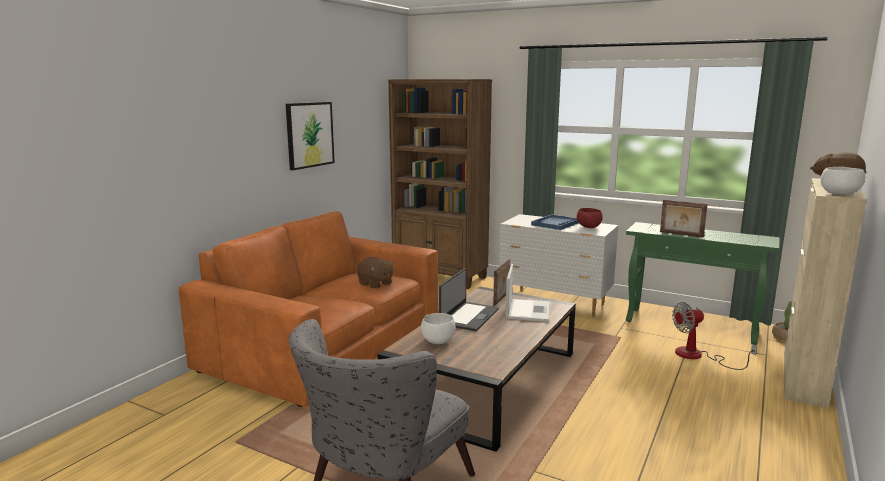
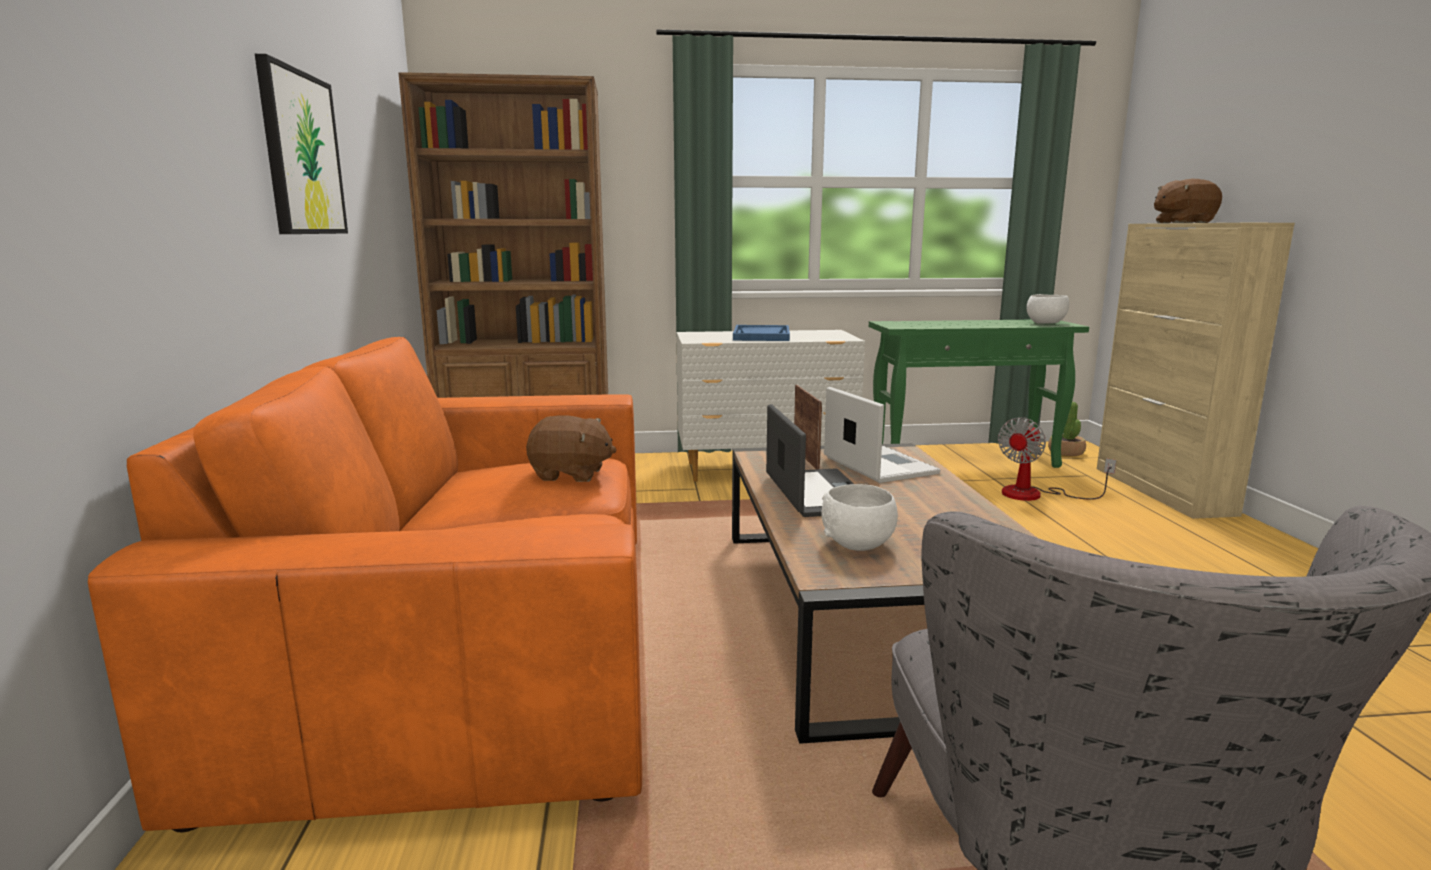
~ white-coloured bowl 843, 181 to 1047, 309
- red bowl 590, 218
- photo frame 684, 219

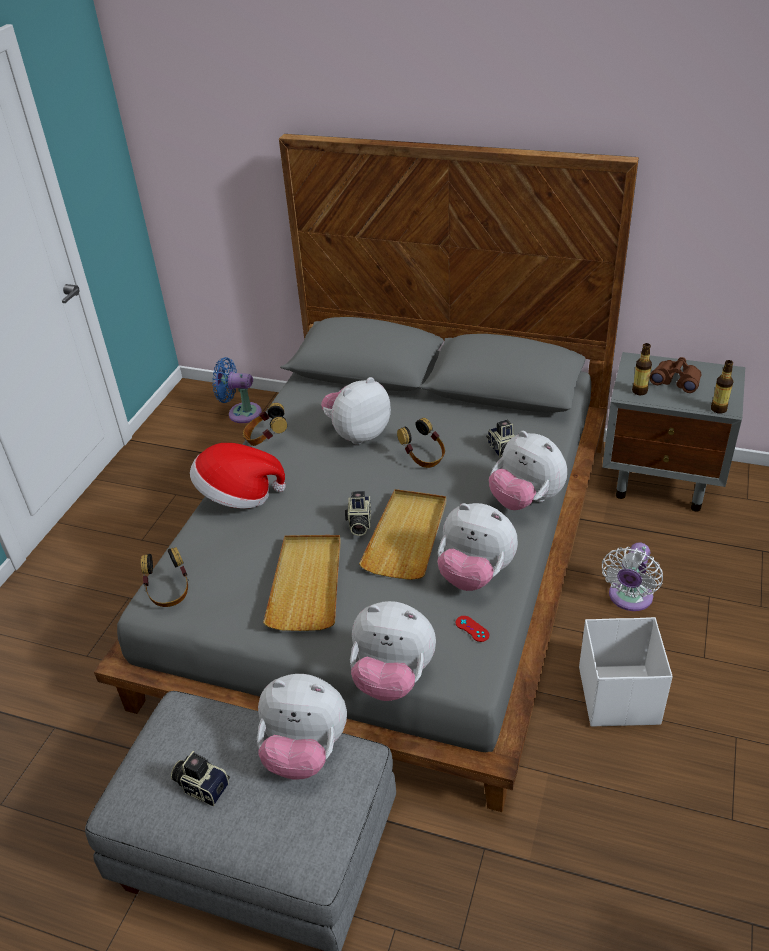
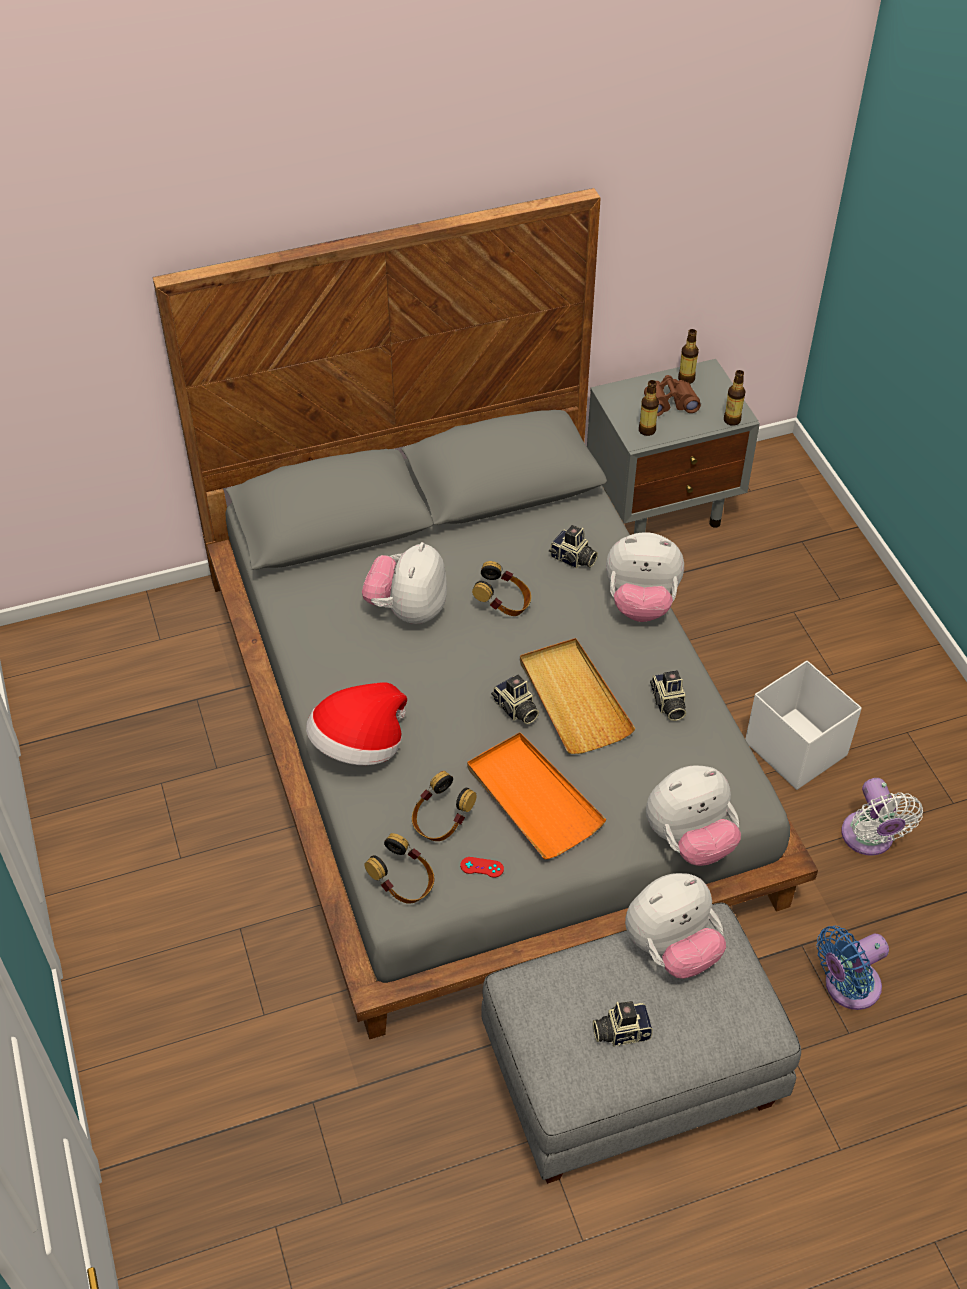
~ pair of headphones 265, 424 to 444, 806
~ red gamepad 472, 629 to 482, 867
~ beige-coloured serving tray 302, 583 to orange-coloured serving tray 536, 795
~ cuddly toy 477, 547 to photo camera 668, 695
+ bottle 688, 356
~ blue-coloured cooling fan 237, 390 to 853, 968
~ white-coloured cooling fan 632, 576 to 882, 817

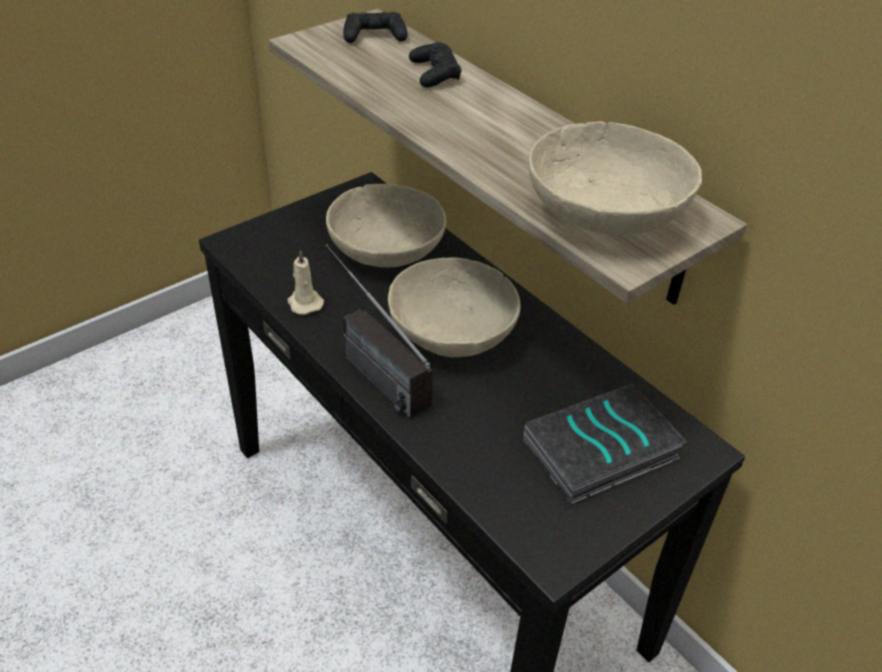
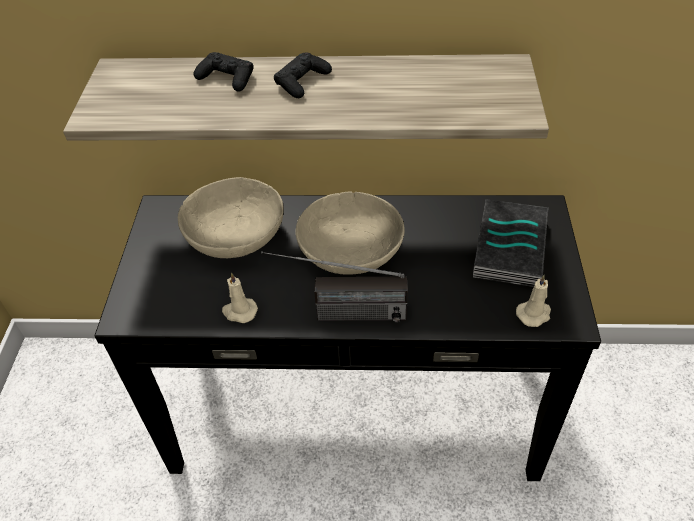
~ blackish gamepad 375, 27 to 303, 75
+ beige-coloured wax light 533, 301
- beige-coloured bowl 615, 178

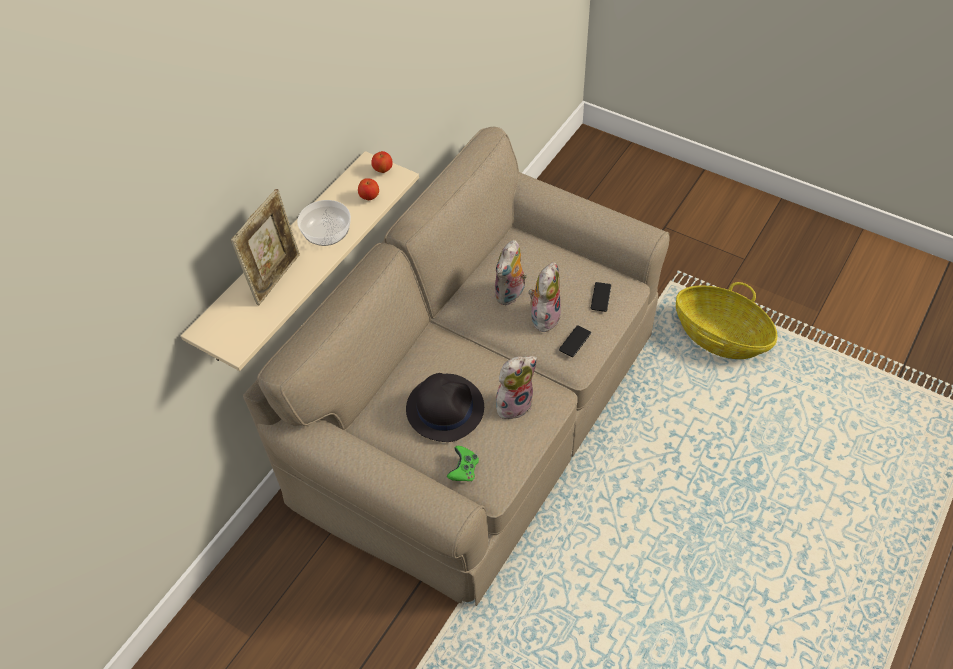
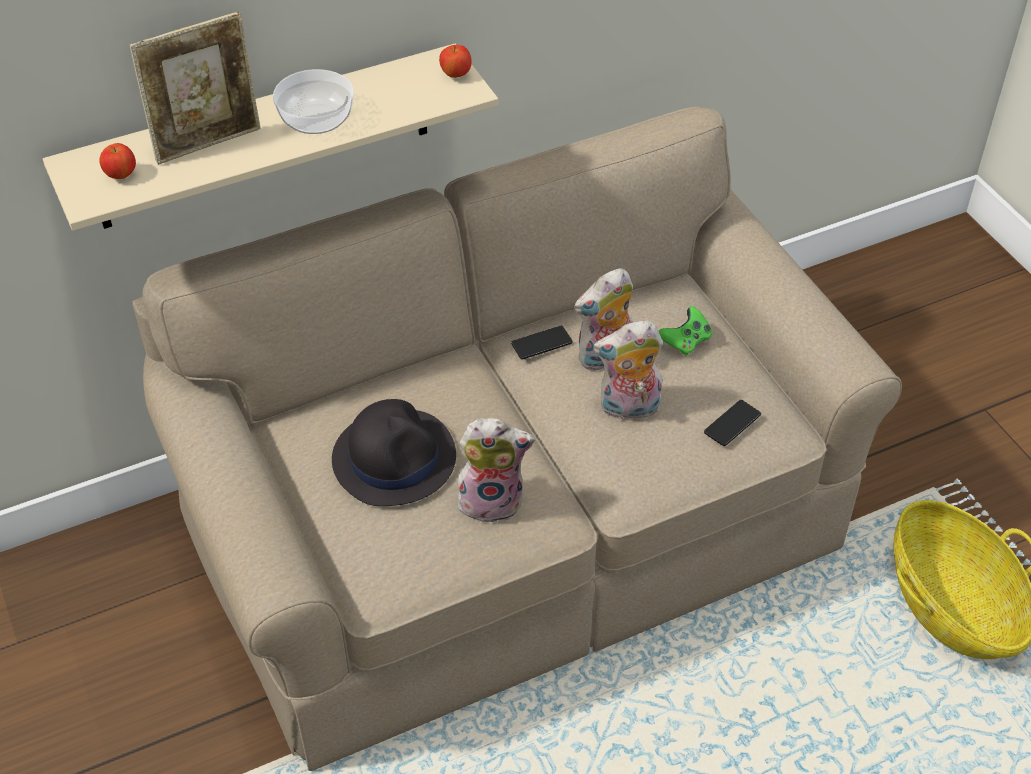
~ whole apple 368, 189 to 117, 161
~ phone 575, 341 to 542, 342
~ cuddly toy 544, 297 = 628, 370 150 degrees counterclockwise
~ greenish gamepad 463, 463 to 685, 331

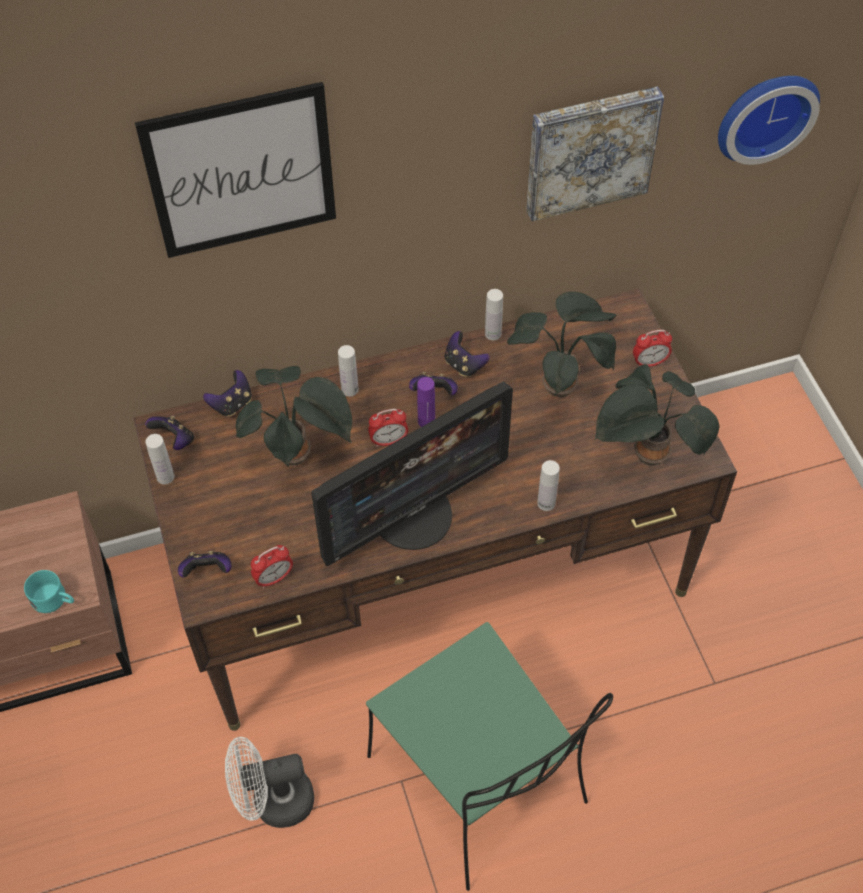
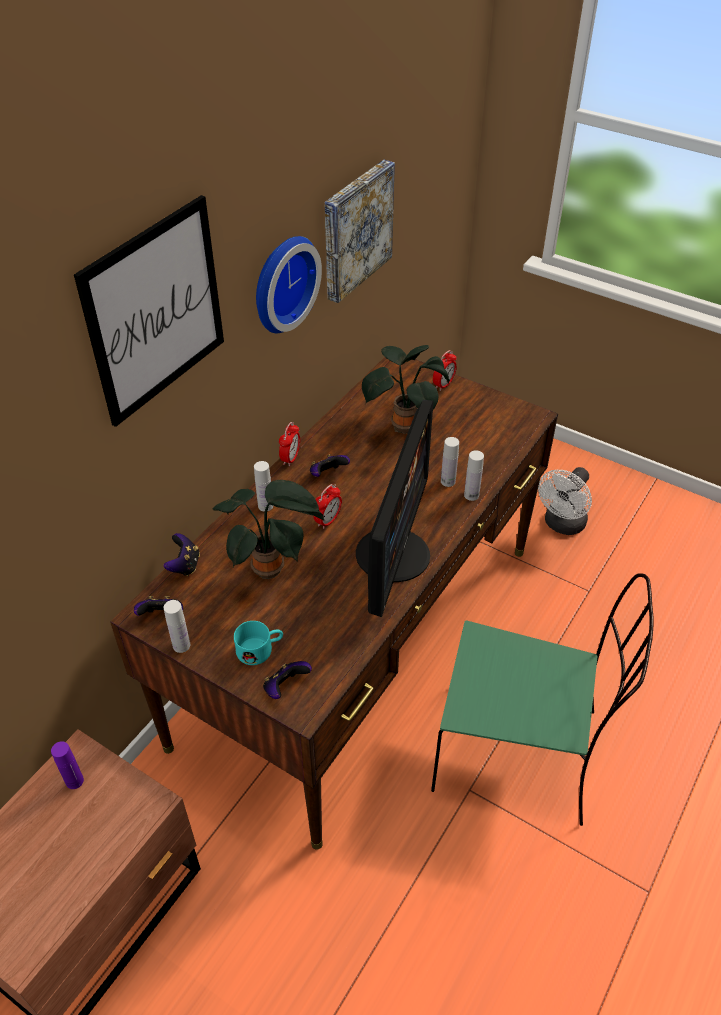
~ purple bottle 426, 402 to 67, 765
~ turquoise coffee mug 49, 591 to 258, 643
~ hanging clock 769, 120 to 289, 284
~ bedside clock 272, 566 to 289, 444
~ white-coloured bottle 494, 314 to 450, 462
~ white-coloured cooling fan 269, 782 to 565, 501
- gamepad 467, 354
- houseplant 657, 415

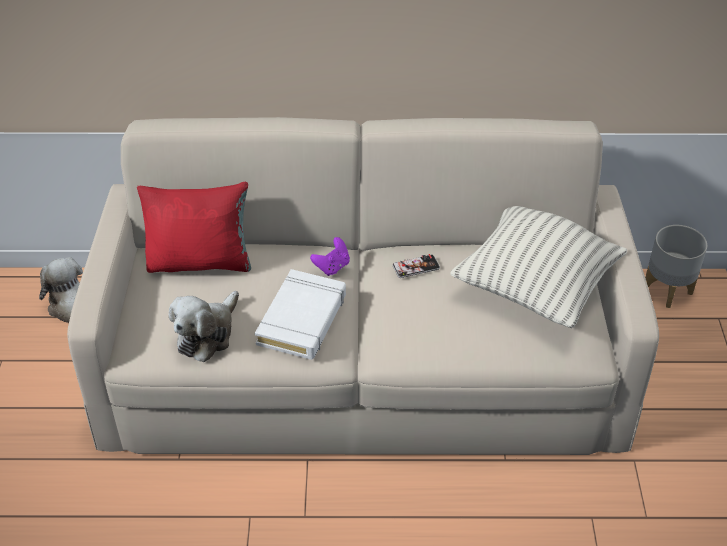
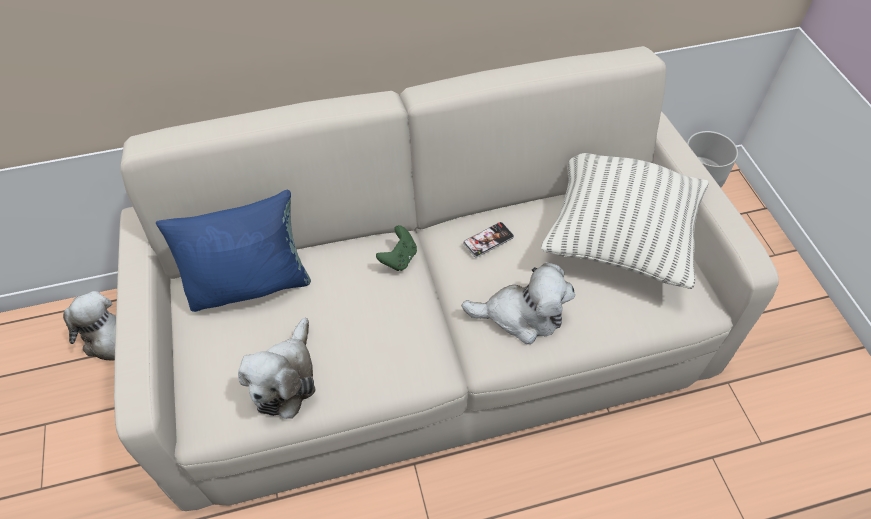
~ red pillow 194, 227 to blue-coloured pillow 233, 251
~ purple gamepad 330, 256 to greenish gamepad 396, 248
+ cuddly toy 518, 303
- white-coloured volume 300, 314

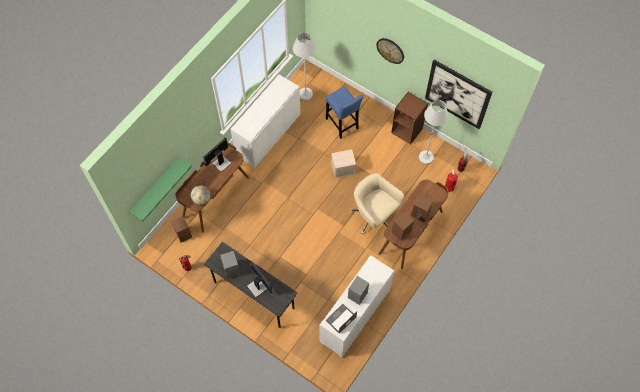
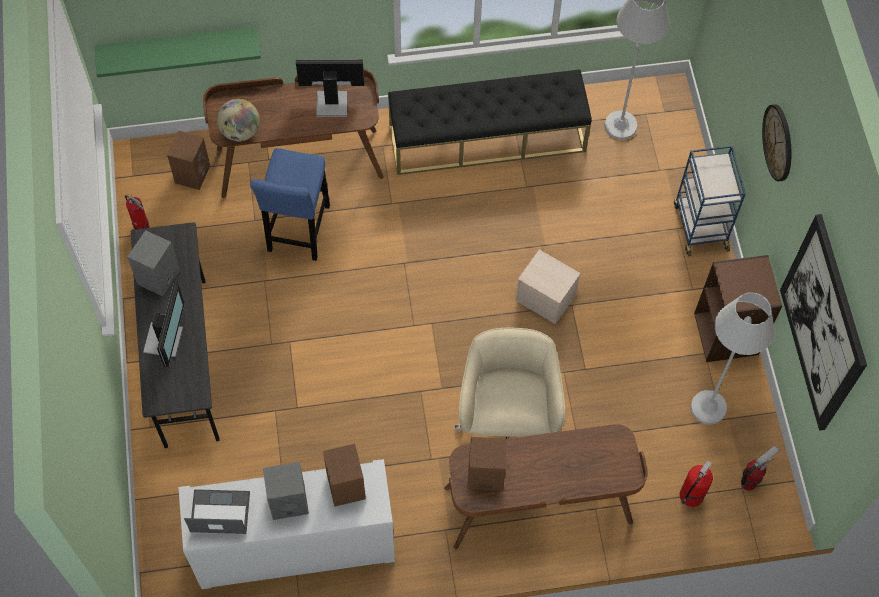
~ blue-coloured stool seat 344, 113 to 290, 204
~ brownish audio speaker 422, 208 to 344, 475
~ white-coloured storage cabinet 265, 120 to blackish long seat 490, 122
+ blue-coloured wheeled cart 710, 201

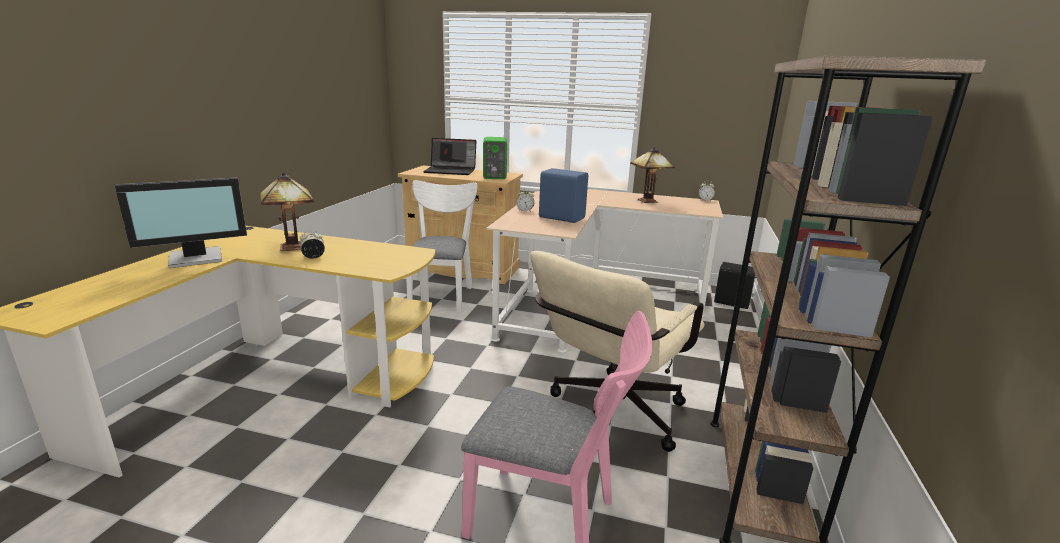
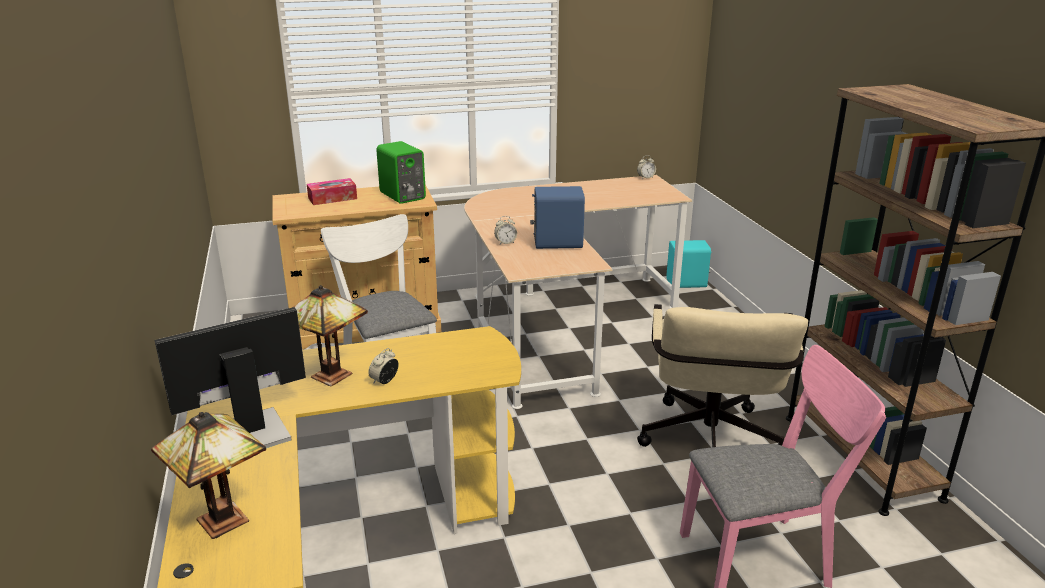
~ tabletop lamp 653, 175 to 208, 475
~ monitor 181, 222 = 230, 377 150 degrees counterclockwise
~ laptop 449, 156 to box of tissues 332, 191
~ blackish audio speaker 735, 285 to turquoise audio speaker 689, 264

